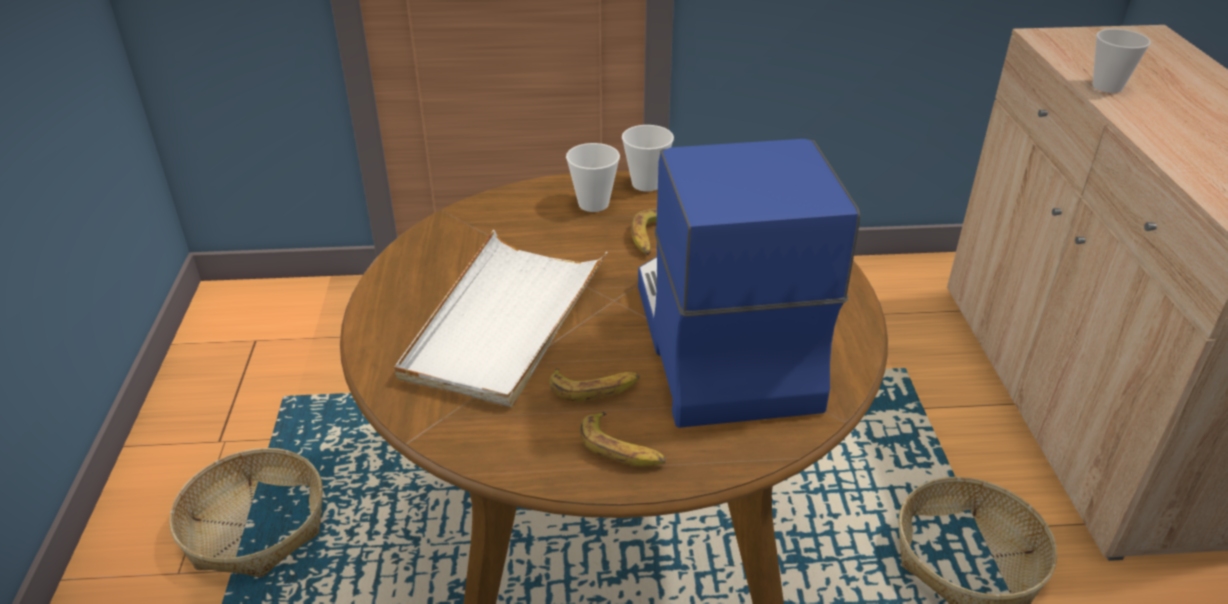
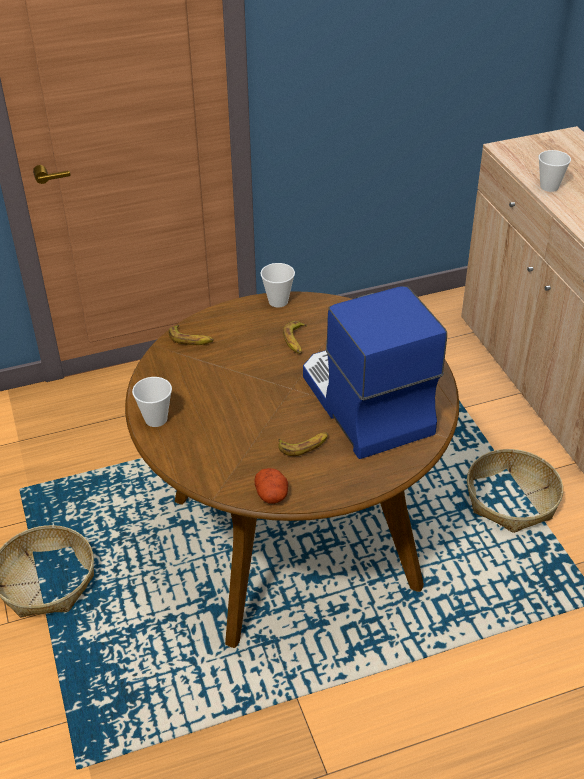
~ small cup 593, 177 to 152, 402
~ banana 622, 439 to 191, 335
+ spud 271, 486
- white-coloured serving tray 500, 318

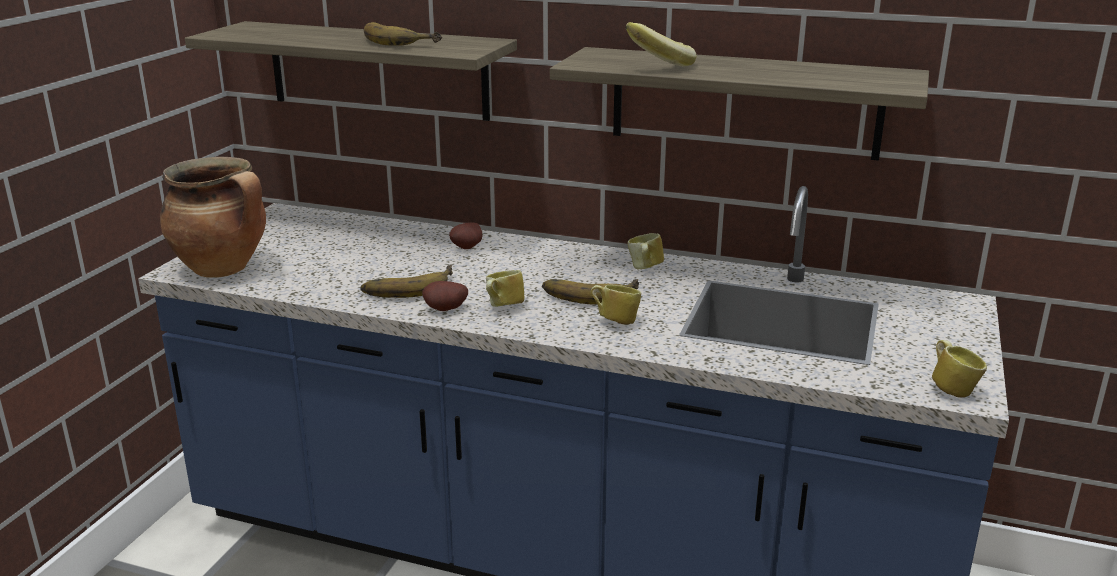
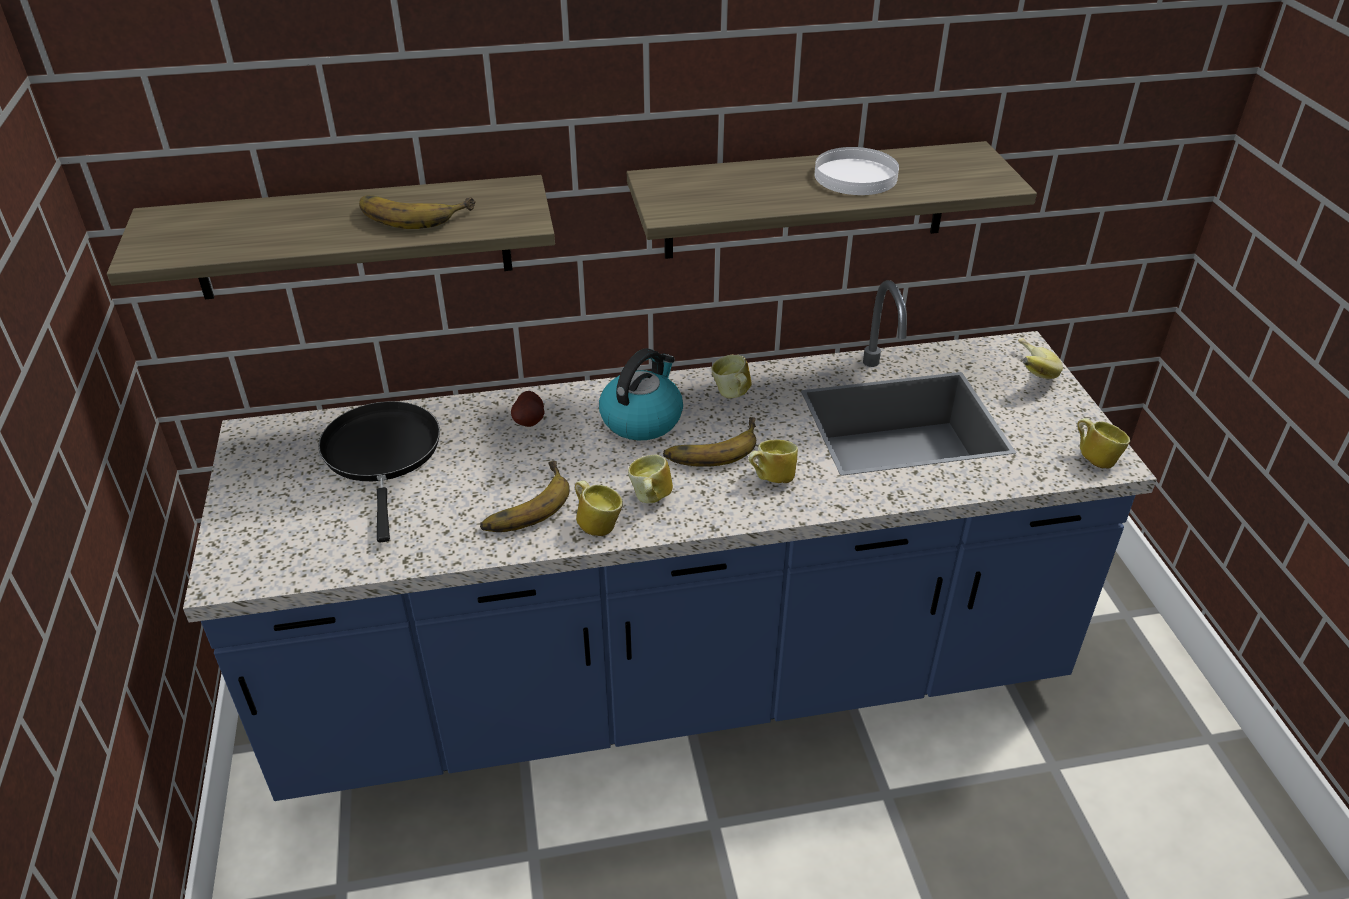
+ blackish frying pan 379, 472
~ spud 445, 296 to coffee mug 599, 508
+ tea kettle 641, 394
+ white-coloured dinner plate 857, 171
~ banana 661, 44 to 1040, 358
- cooking pot 213, 217

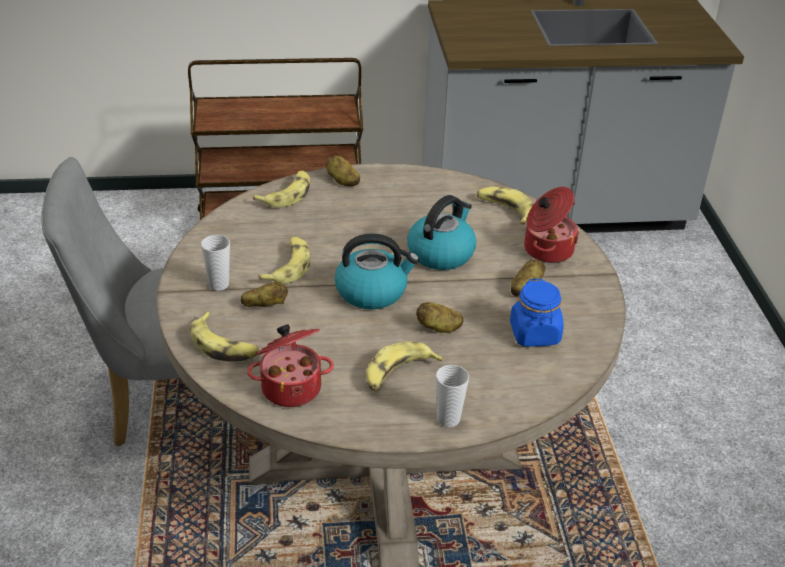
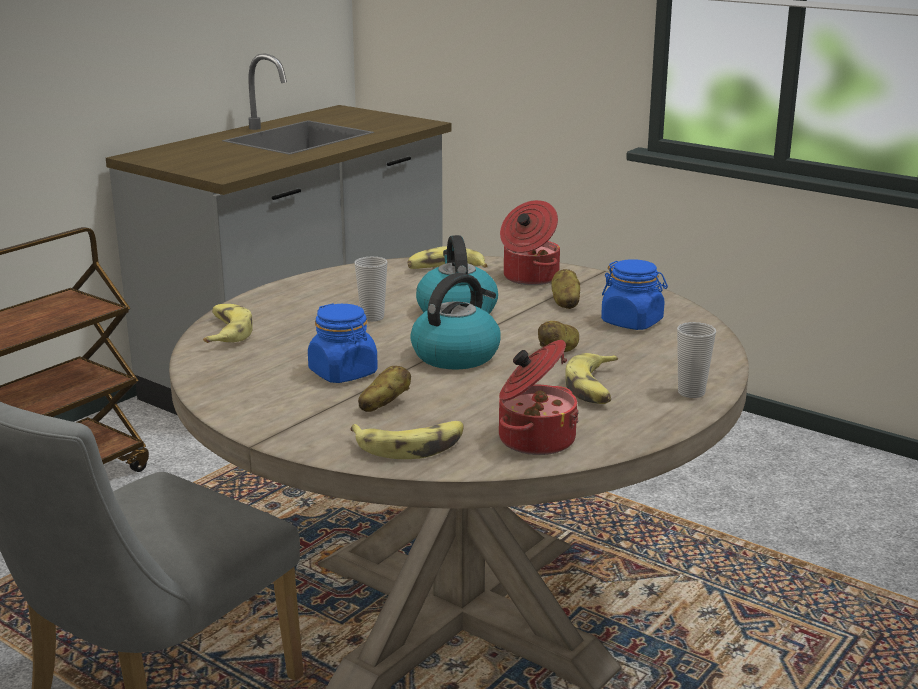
~ banana 284, 260 to blue-coloured jar 343, 343
~ small cup 215, 263 to 370, 289
- spud 343, 170

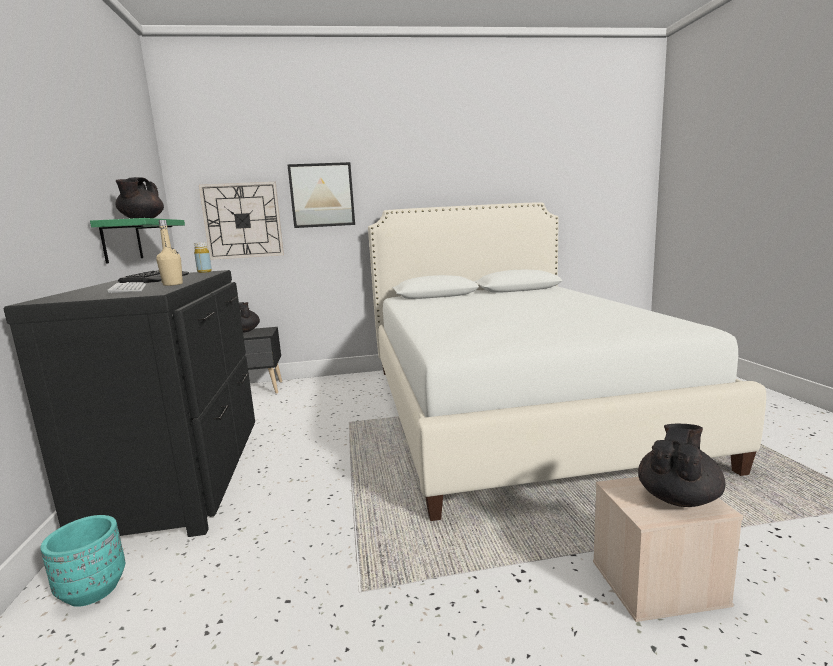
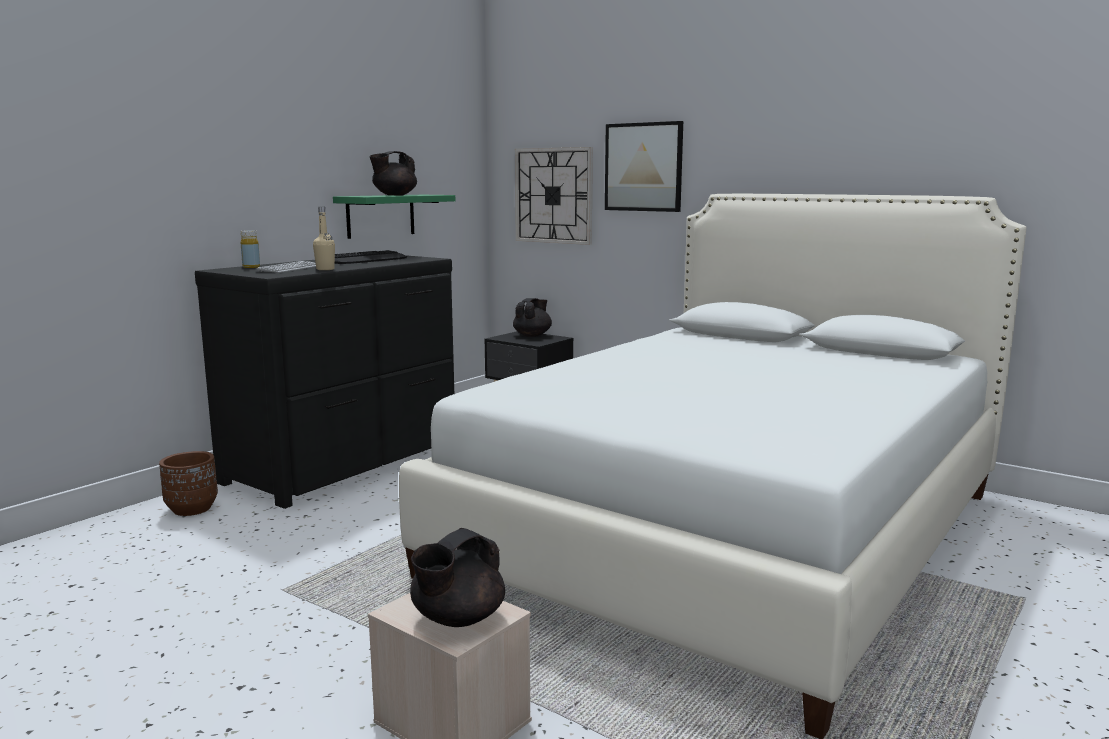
~ turquoise plant pot 82, 561 to brownish plant pot 188, 483
~ yellow-coloured bottle 203, 257 to 250, 249
~ blackish pot for tea 681, 465 = 457, 577 135 degrees clockwise

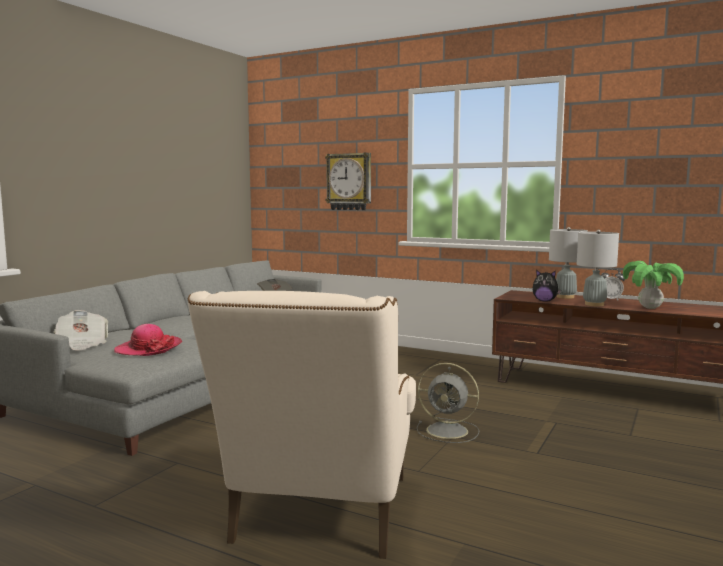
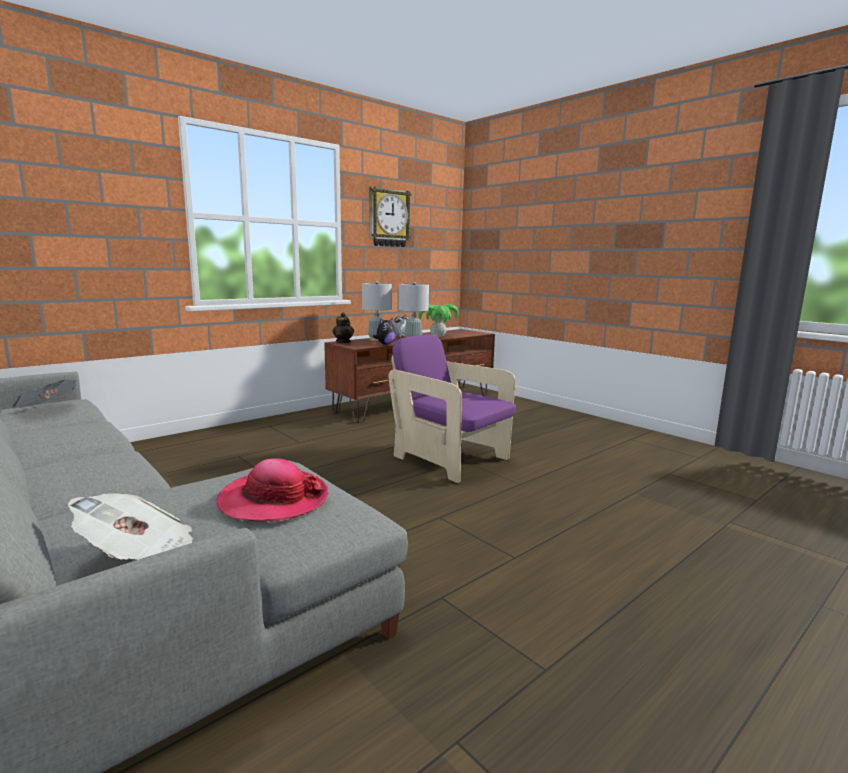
+ pot for tea 343, 327
~ hanging clock 348, 181 to 390, 217
~ gray cooling fan 448, 403 to purple armchair 452, 408
- beige-coloured armchair 301, 425

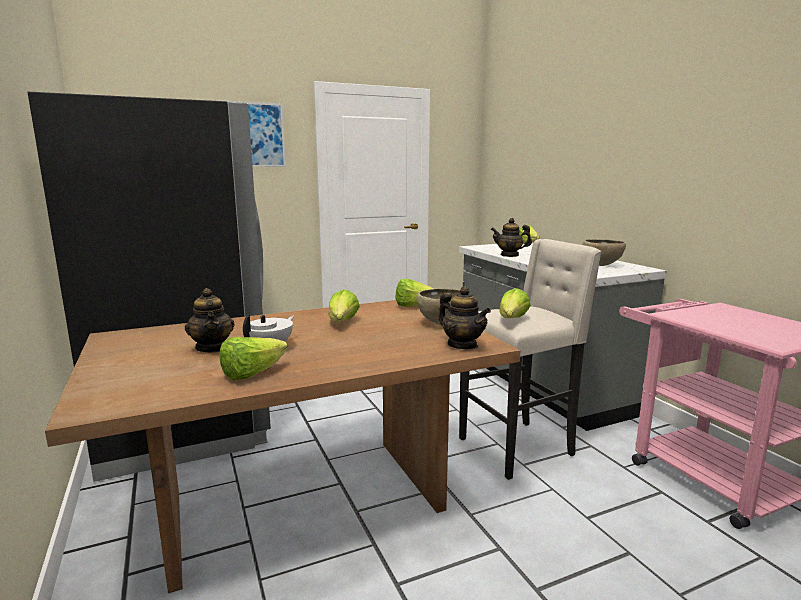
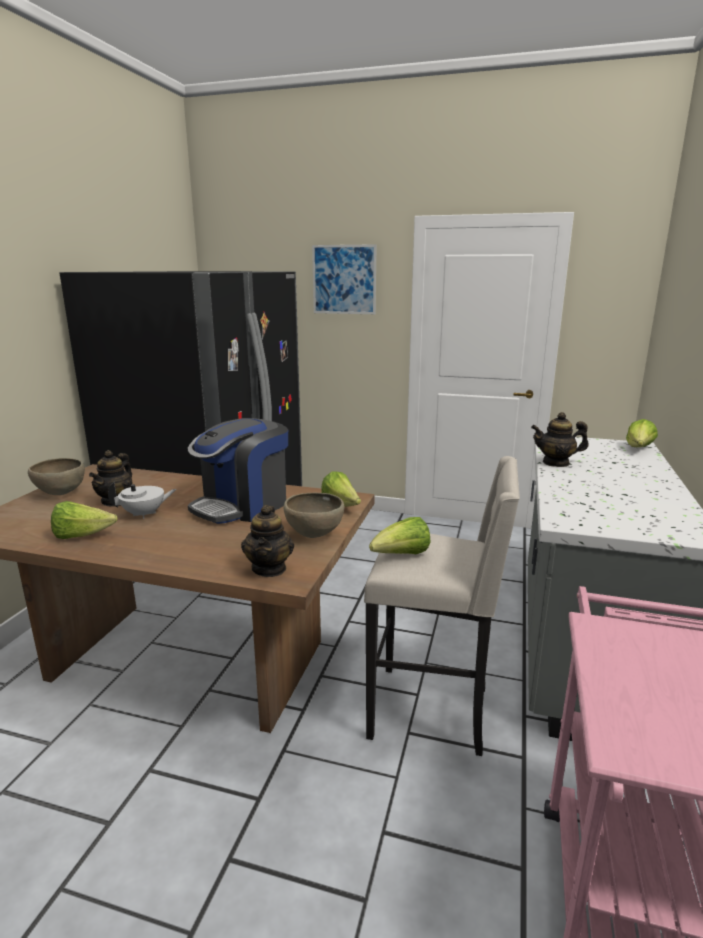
~ brownish bowl 604, 252 to 56, 476
~ lettuce 344, 305 to coffee machine 238, 471
~ pot for tea 511, 237 = 560, 439 45 degrees counterclockwise

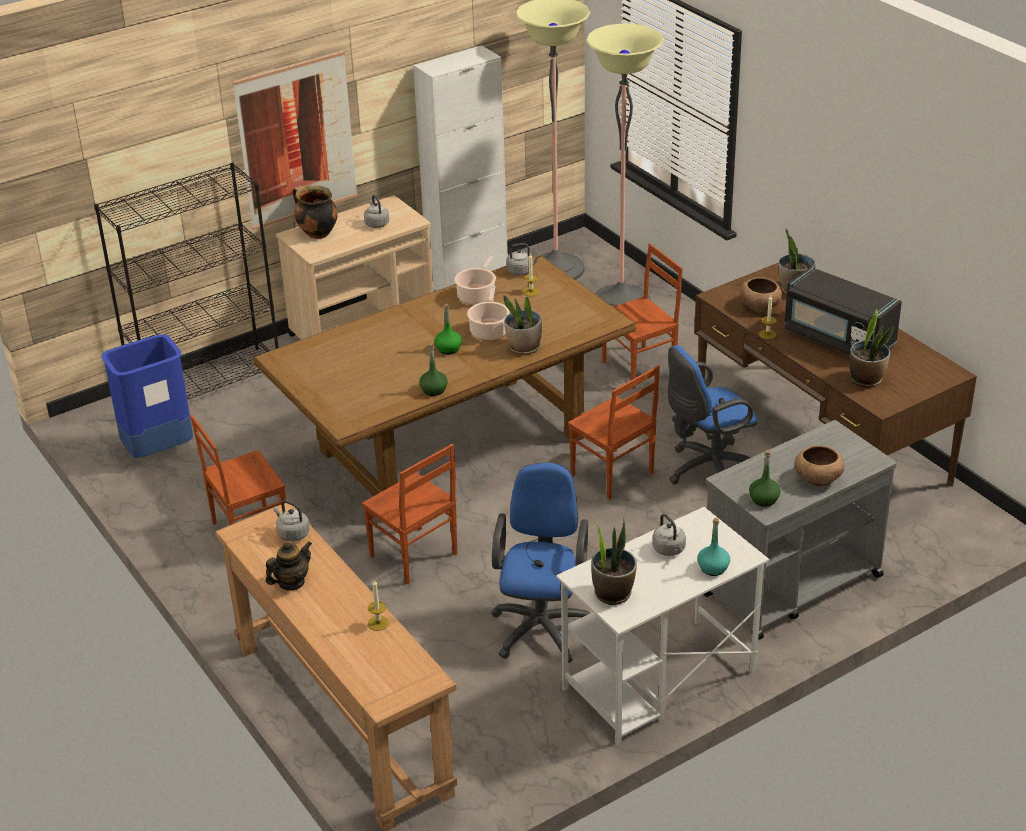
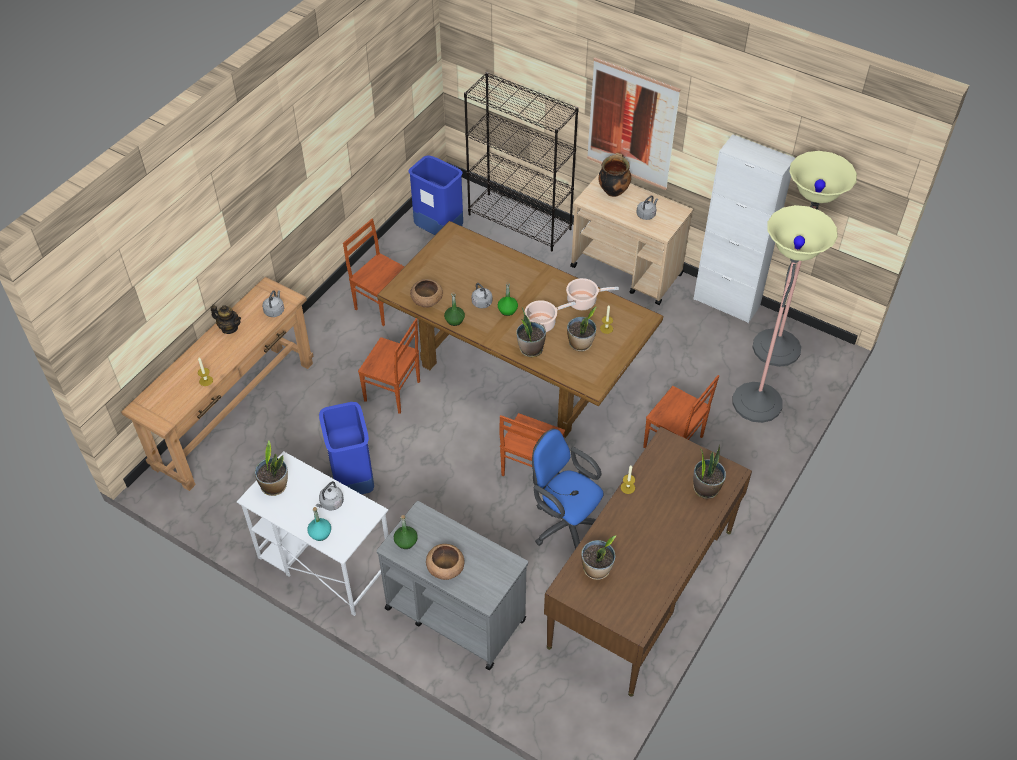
~ blue-coloured computer chair 540, 562 to blue-coloured trash can 346, 448
~ brownish upright chair 409, 514 = 389, 366 90 degrees counterclockwise
~ brownish bowl 761, 294 to 426, 293
~ gray tea kettle 523, 259 to 482, 295
+ houseplant 581, 329
- blackish kitchen microwave 843, 311

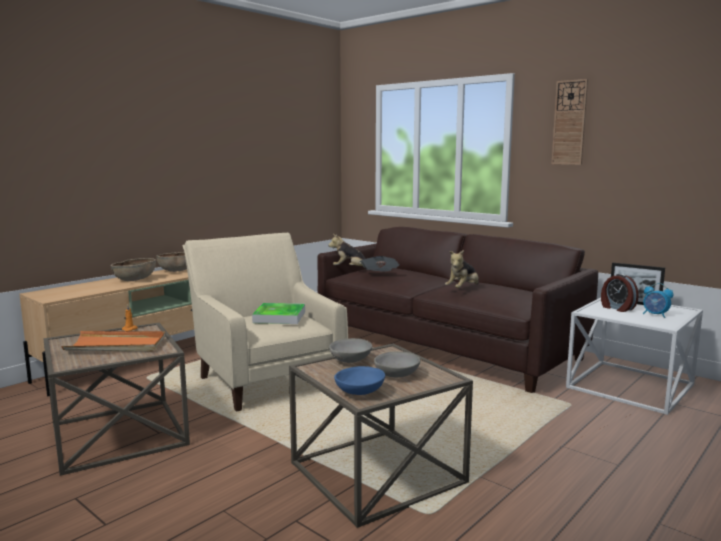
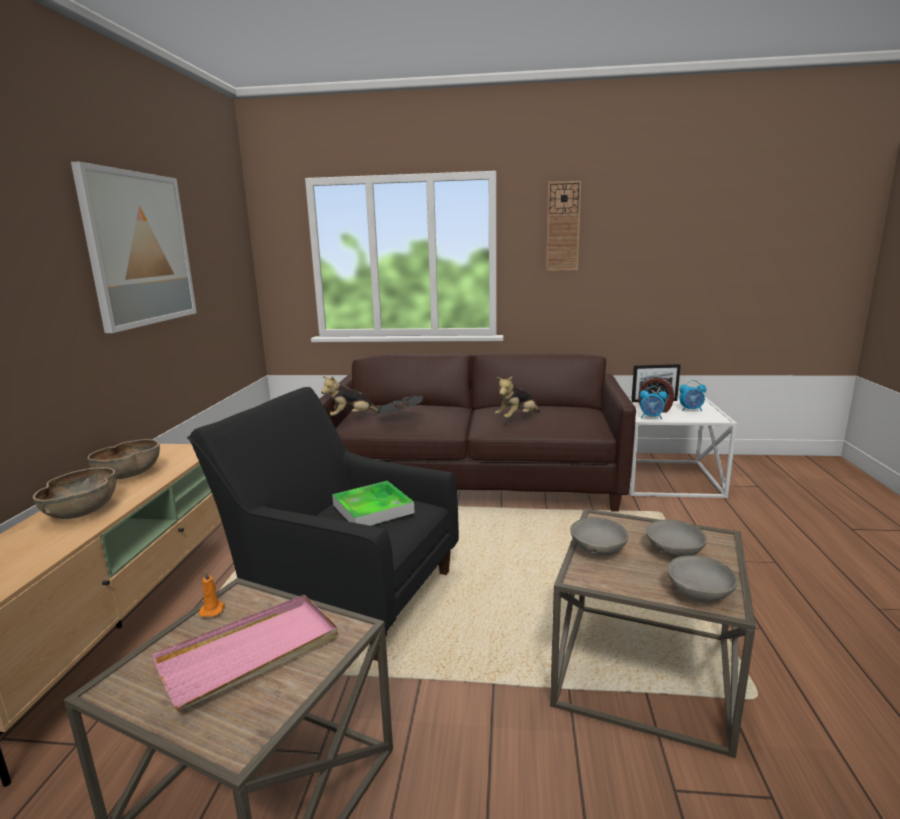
+ wall picture 134, 247
~ orange-coloured serving tray 113, 341 to pinkish serving tray 245, 653
~ beige-coloured armchair 265, 322 to blackish armchair 323, 524
~ cuddly toy 462, 269 = 517, 397 45 degrees clockwise
+ bedside clock 653, 402
~ blue-coloured bowl 359, 380 to gray bowl 703, 578

